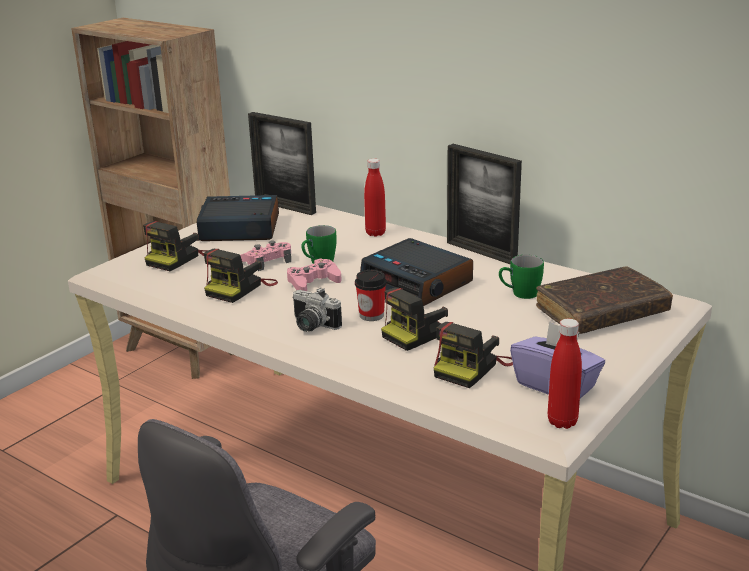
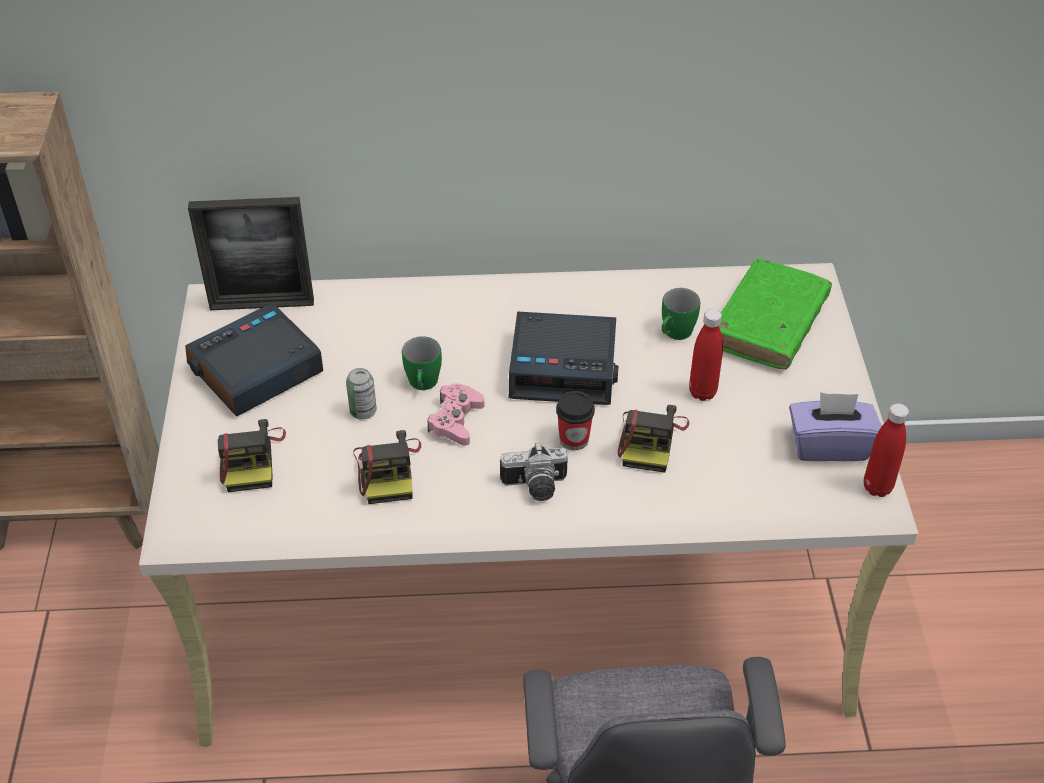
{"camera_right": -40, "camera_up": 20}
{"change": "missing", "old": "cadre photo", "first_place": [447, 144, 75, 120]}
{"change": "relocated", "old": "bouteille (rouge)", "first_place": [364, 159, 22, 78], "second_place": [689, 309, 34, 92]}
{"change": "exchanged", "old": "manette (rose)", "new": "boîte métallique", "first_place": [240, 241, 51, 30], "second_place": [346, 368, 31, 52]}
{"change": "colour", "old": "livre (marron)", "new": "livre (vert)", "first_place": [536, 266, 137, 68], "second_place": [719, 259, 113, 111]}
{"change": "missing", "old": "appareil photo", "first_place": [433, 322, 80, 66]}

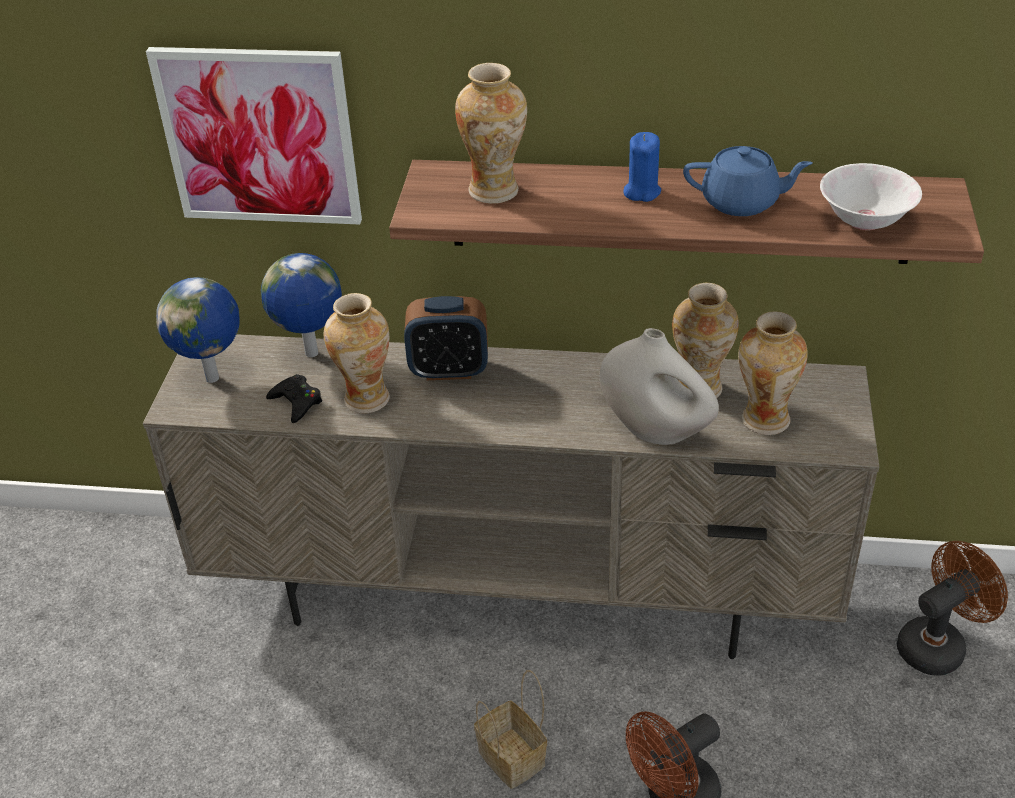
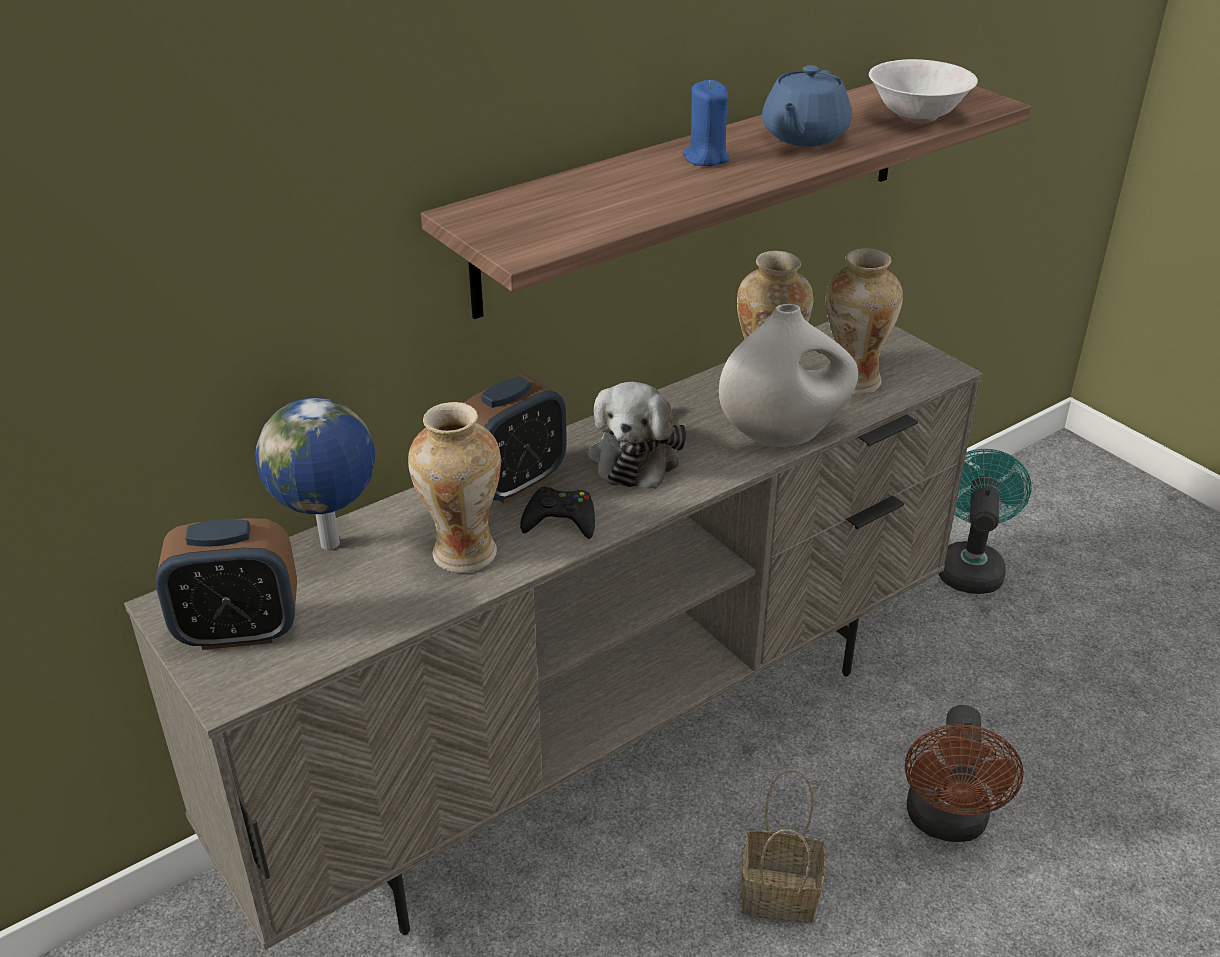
{"camera_right": -45, "camera_up": -5}
{"change": "missing", "old": "tableau", "first_place": [146, 47, 216, 178]}
{"change": "missing", "old": "vase", "first_place": [455, 63, 72, 141]}
{"change": "spun", "old": "théière (bleu)", "first_place": [683, 146, 129, 70], "second_place": [762, 65, 90, 81], "degrees": 150}
{"change": "exchanged", "old": "globe", "new": "réveil", "first_place": [156, 277, 84, 106], "second_place": [155, 518, 142, 132]}
{"change": "relocated", "old": "manette (noir)", "first_place": [266, 374, 56, 49], "second_place": [520, 486, 75, 53]}
{"change": "colour", "old": "ventilateur (marron)", "new": "ventilateur (turquoise)", "first_place": [897, 541, 111, 134], "second_place": [939, 449, 93, 145]}
{"change": "appeared", "new": "peluche", "second_place": [588, 382, 99, 107]}

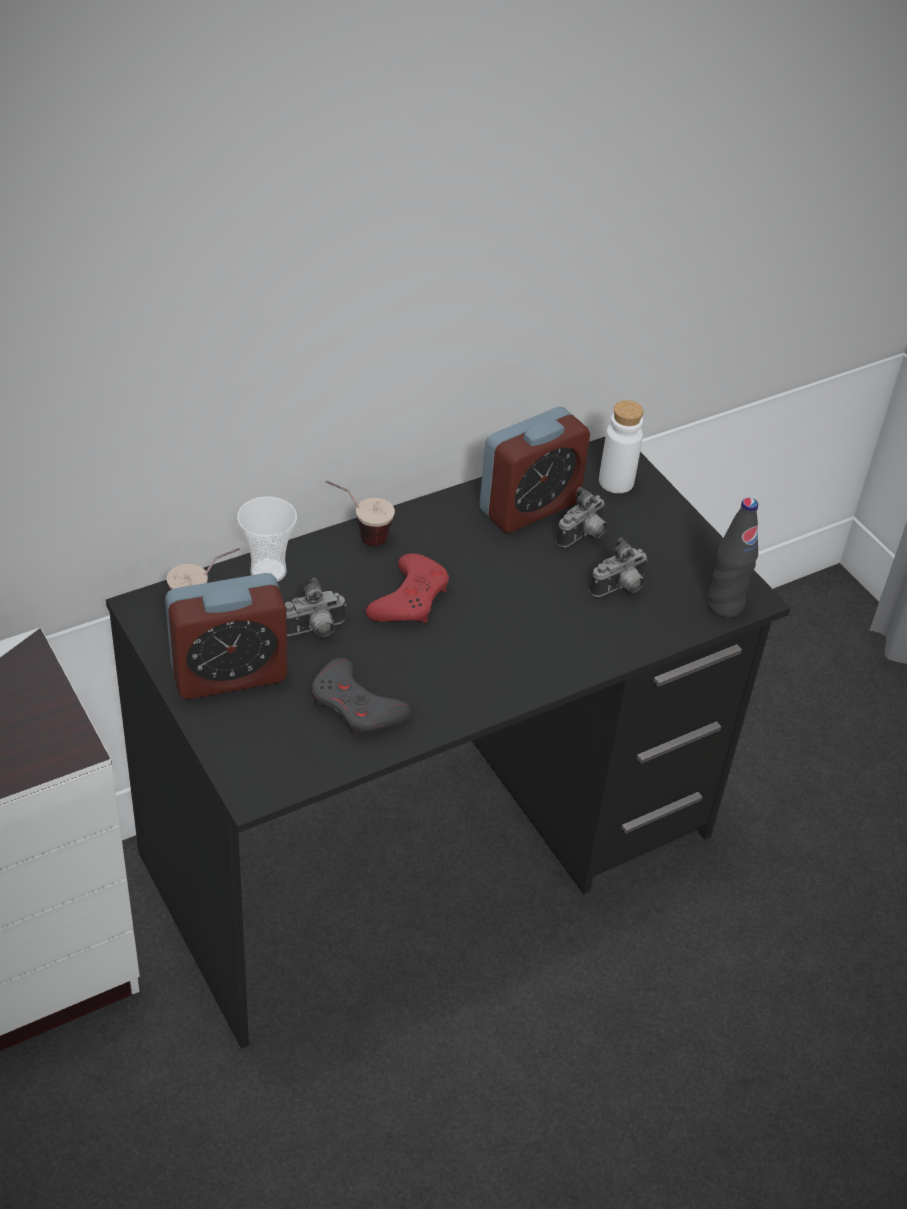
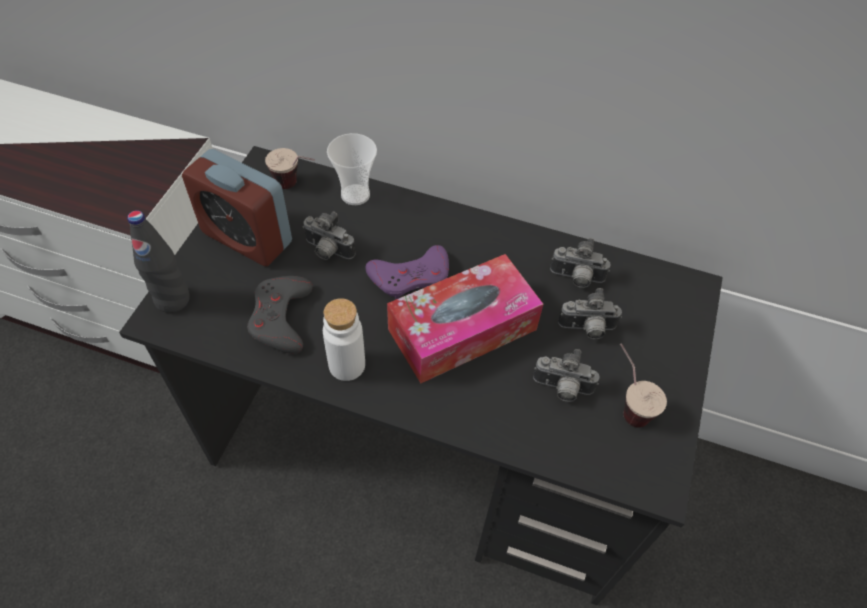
{"camera_right": 50, "camera_up": 10}
{"change": "relocated", "old": "bouteille (blanc)", "first_place": [599, 400, 45, 93], "second_place": [323, 298, 42, 83]}
{"change": "exchanged", "old": "réveil", "new": "appareil photo", "first_place": [479, 407, 111, 126], "second_place": [550, 238, 61, 50]}
{"change": "relocated", "old": "tasse", "first_place": [326, 480, 69, 67], "second_place": [620, 343, 47, 85]}
{"change": "relocated", "old": "bouteille (noir)", "first_place": [707, 498, 51, 120], "second_place": [127, 210, 63, 103]}
{"change": "colour", "old": "manette (rouge)", "new": "manette (violet)", "first_place": [366, 553, 83, 70], "second_place": [366, 245, 83, 54]}
{"change": "appeared", "new": "boîte à mouchoirs", "second_place": [387, 254, 156, 129]}

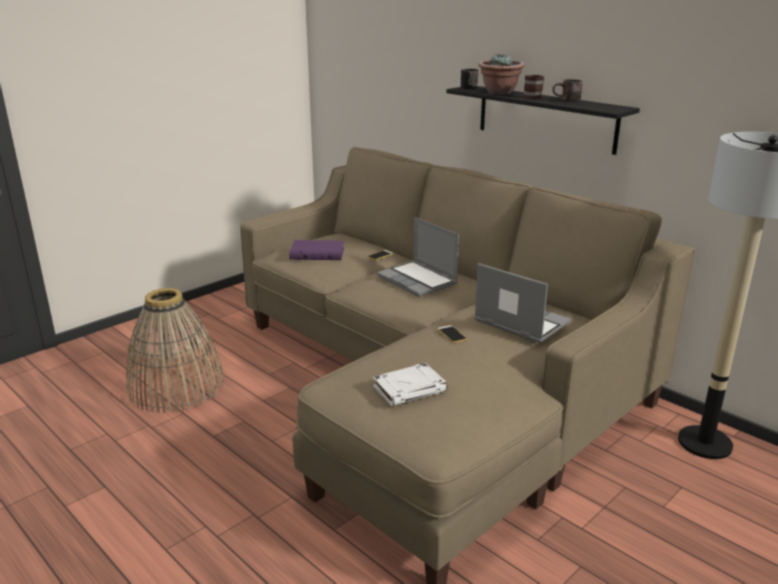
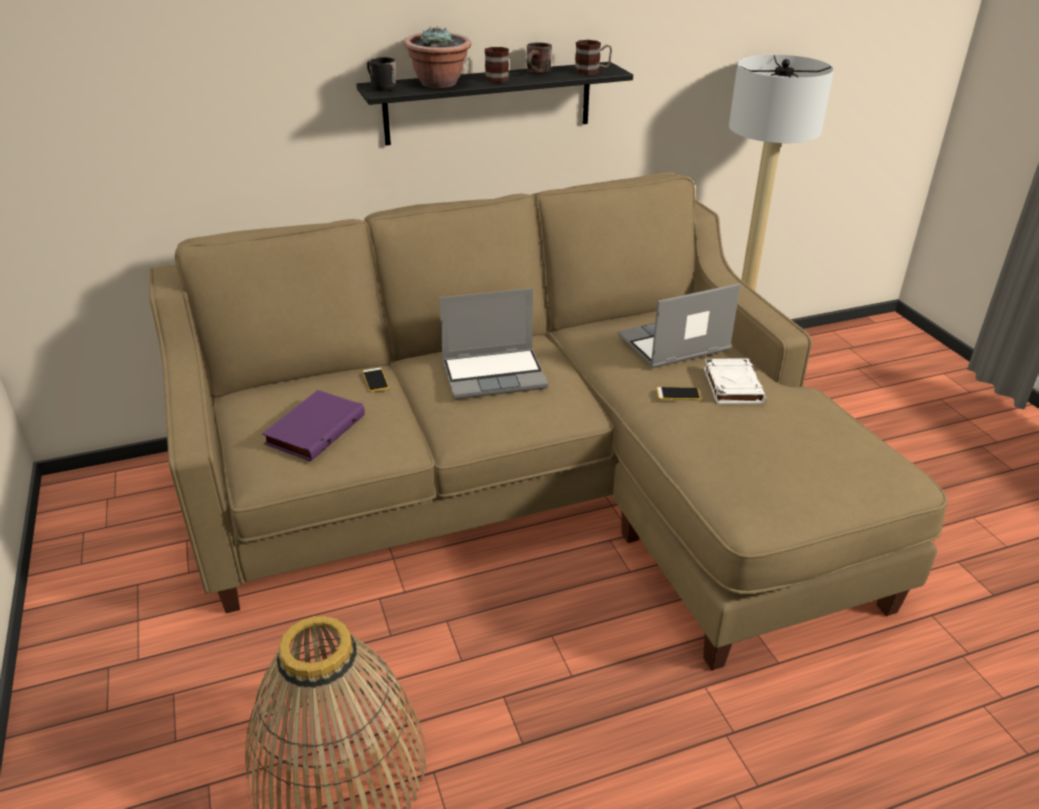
{"camera_right": -65, "camera_up": 10}
{"change": "relocated", "old": "livre (blanc)", "first_place": [373, 363, 74, 43], "second_place": [704, 358, 62, 46]}
{"change": "appeared", "new": "mug", "second_place": [575, 40, 37, 35]}

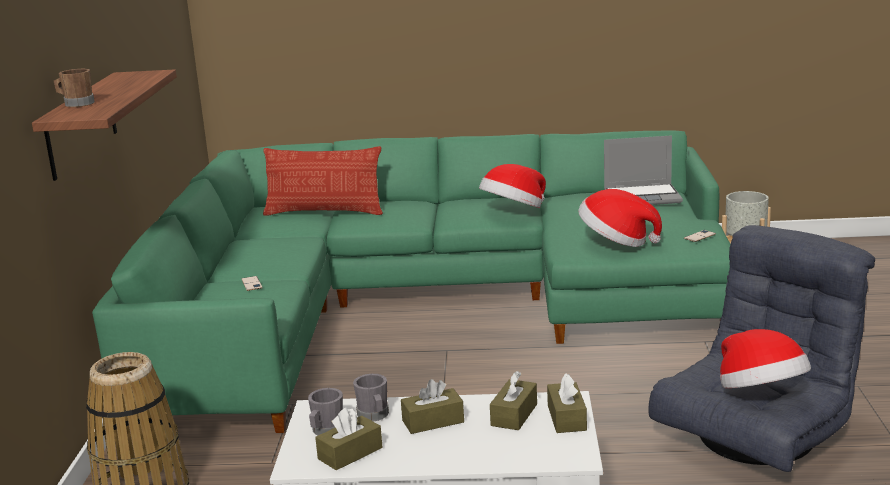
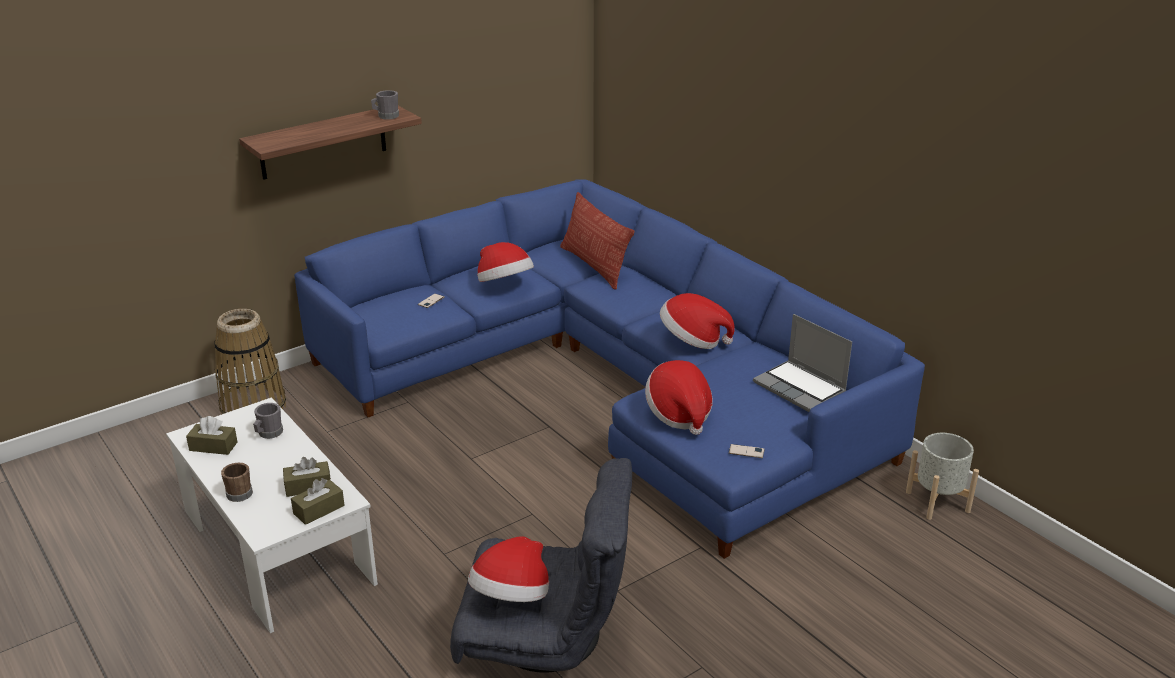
{"camera_right": 50, "camera_up": 10}
{"change": "relocated", "old": "mug (marron)", "first_place": [54, 69, 41, 38], "second_place": [221, 463, 32, 39]}
{"change": "colour", "old": "canapé (vert)", "new": "canapé (bleu)", "first_place": [92, 131, 638, 302], "second_place": [294, 180, 631, 379]}
{"change": "missing", "old": "boîte à mouchoirs (marron)", "first_place": [401, 379, 63, 55]}
{"change": "relocated", "old": "mug (gris)", "first_place": [308, 388, 35, 47], "second_place": [371, 90, 28, 30]}
{"change": "appeared", "new": "chapeau", "second_place": [477, 242, 57, 40]}

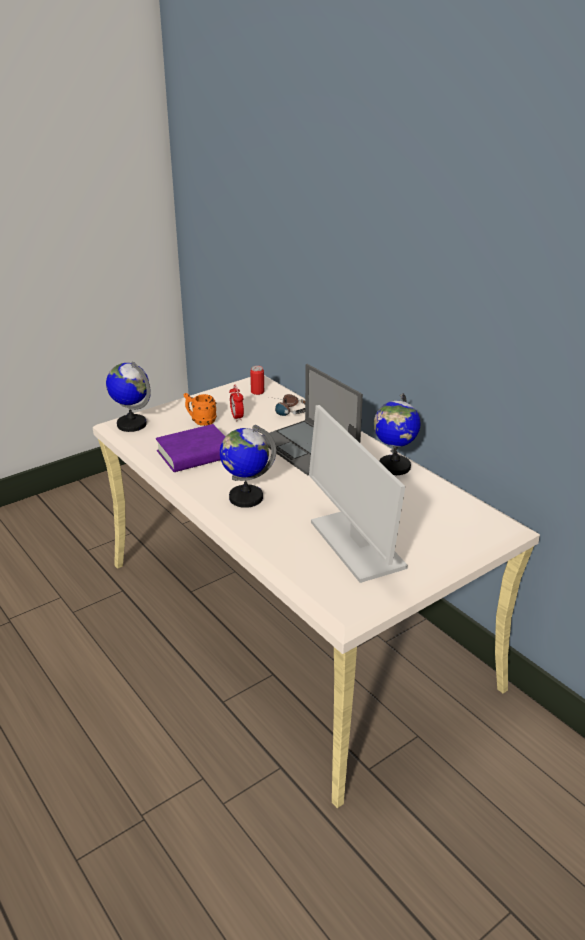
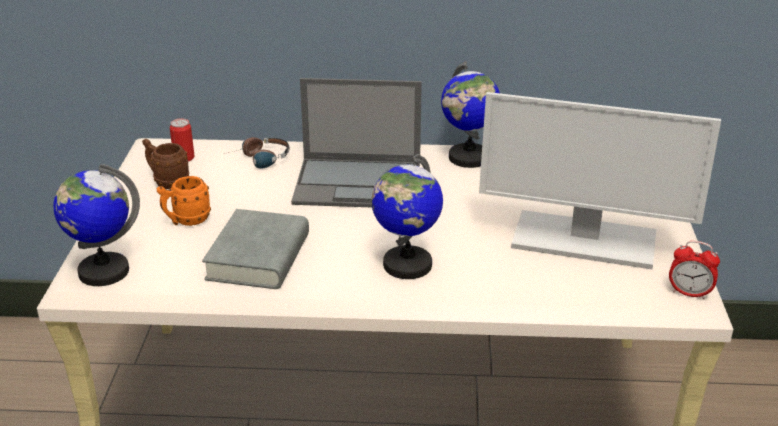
{"camera_right": -50, "camera_up": 0}
{"change": "relocated", "old": "réveil", "first_place": [229, 385, 15, 36], "second_place": [669, 241, 51, 58]}
{"change": "colour", "old": "livre (violet)", "new": "livre (gris)", "first_place": [156, 424, 69, 48], "second_place": [202, 209, 107, 80]}
{"change": "appeared", "new": "mug (marron)", "second_place": [142, 139, 47, 50]}

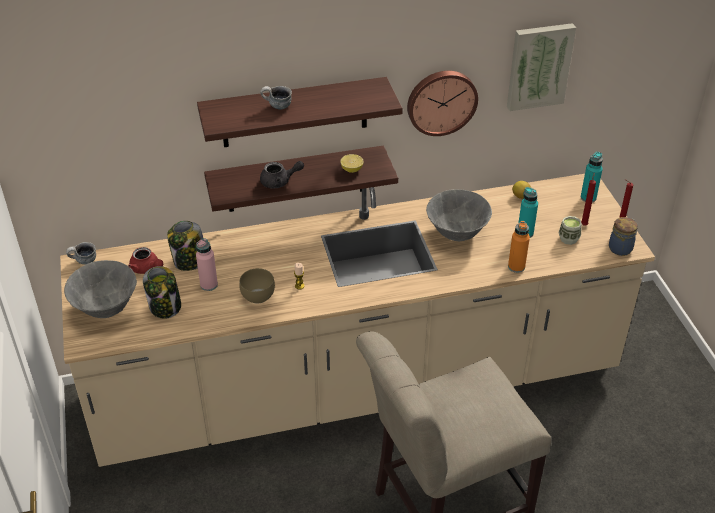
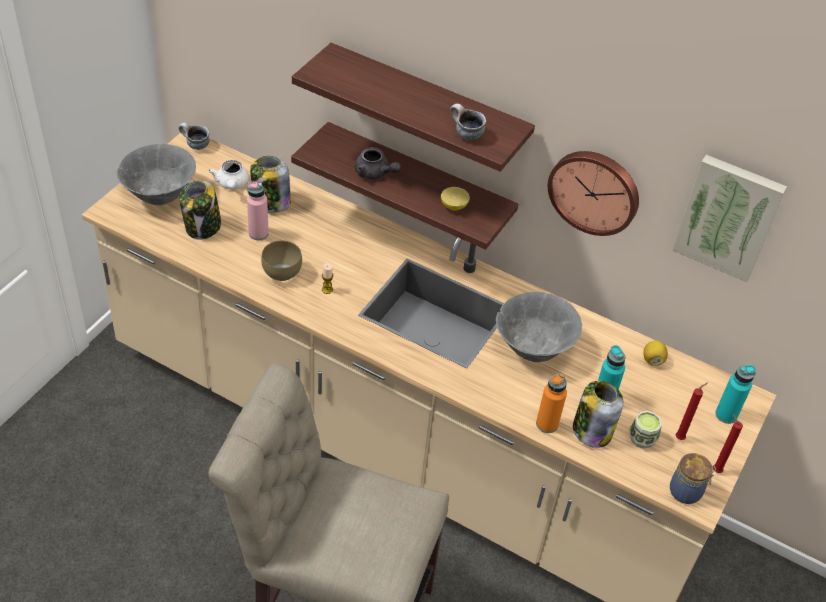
{"camera_right": 40, "camera_up": 5}
{"change": "relocated", "old": "mug", "first_place": [260, 86, 32, 24], "second_place": [450, 104, 36, 36]}
{"change": "colour", "old": "théière (rouge)", "new": "théière (blanc)", "first_place": [128, 247, 35, 27], "second_place": [209, 160, 40, 29]}
{"change": "appeared", "new": "bocal", "second_place": [573, 381, 51, 67]}

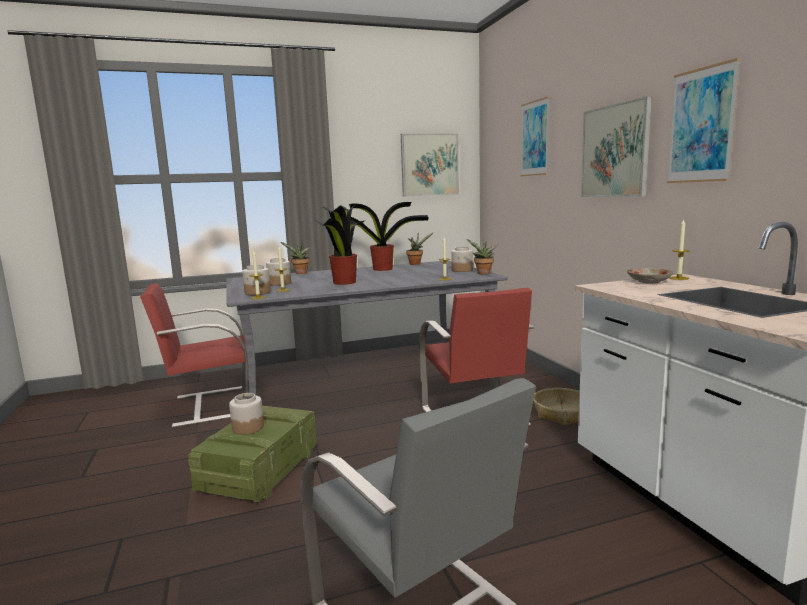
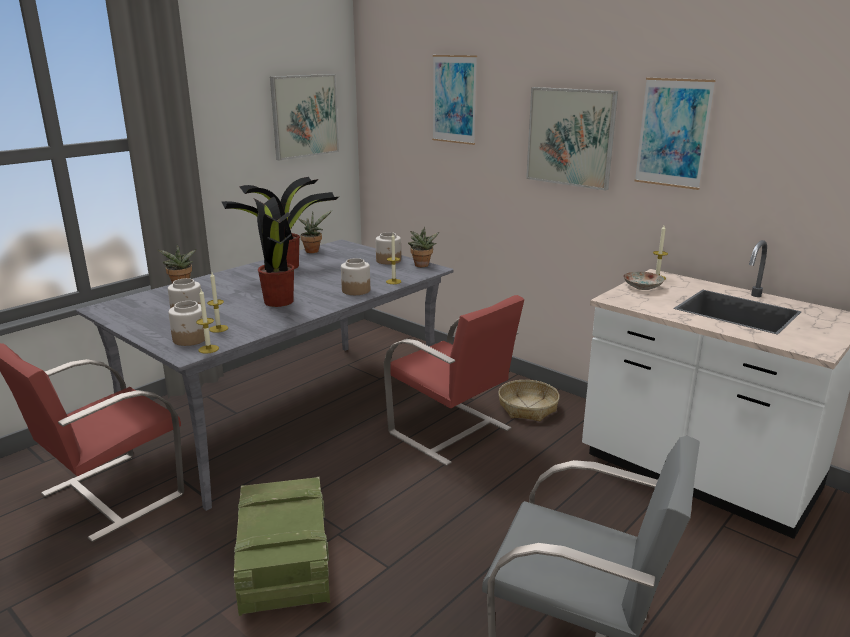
{"camera_right": -30, "camera_up": 10}
{"change": "relocated", "old": "bocal", "first_place": [229, 393, 35, 42], "second_place": [341, 258, 29, 37]}

